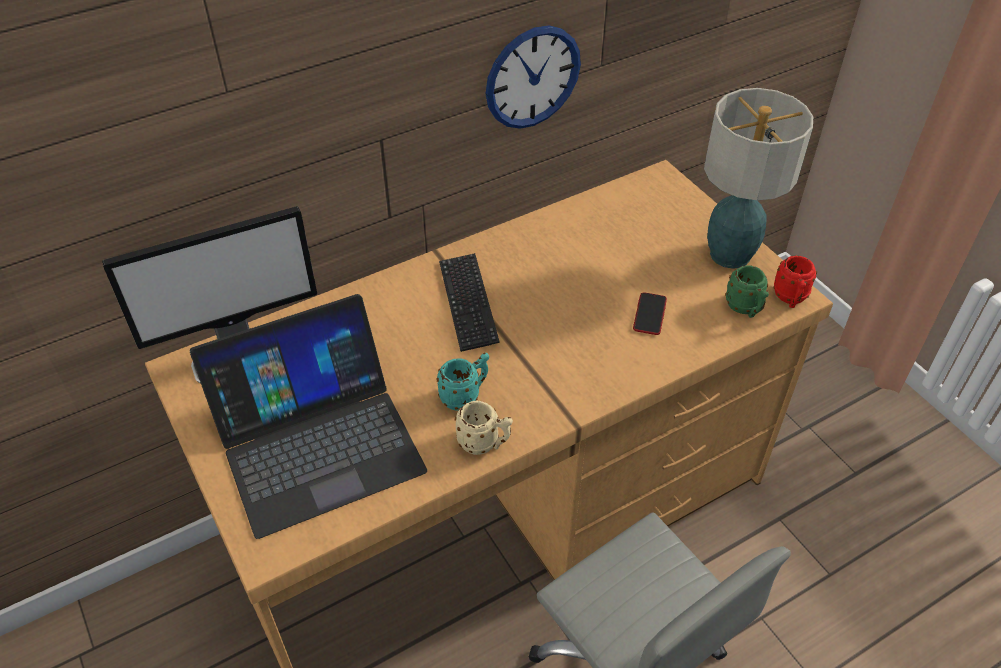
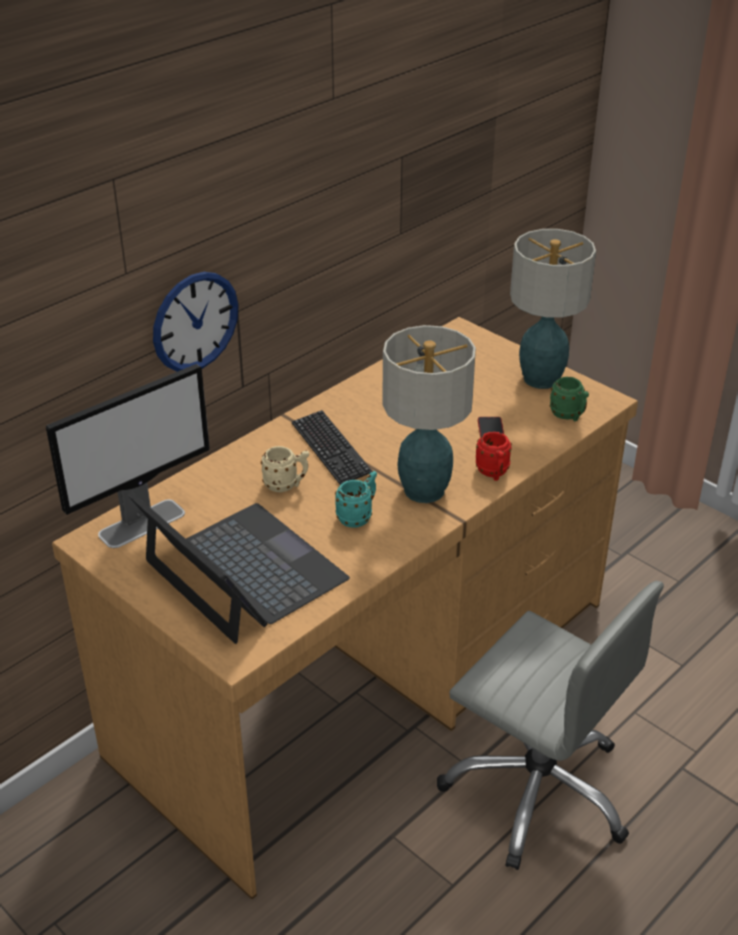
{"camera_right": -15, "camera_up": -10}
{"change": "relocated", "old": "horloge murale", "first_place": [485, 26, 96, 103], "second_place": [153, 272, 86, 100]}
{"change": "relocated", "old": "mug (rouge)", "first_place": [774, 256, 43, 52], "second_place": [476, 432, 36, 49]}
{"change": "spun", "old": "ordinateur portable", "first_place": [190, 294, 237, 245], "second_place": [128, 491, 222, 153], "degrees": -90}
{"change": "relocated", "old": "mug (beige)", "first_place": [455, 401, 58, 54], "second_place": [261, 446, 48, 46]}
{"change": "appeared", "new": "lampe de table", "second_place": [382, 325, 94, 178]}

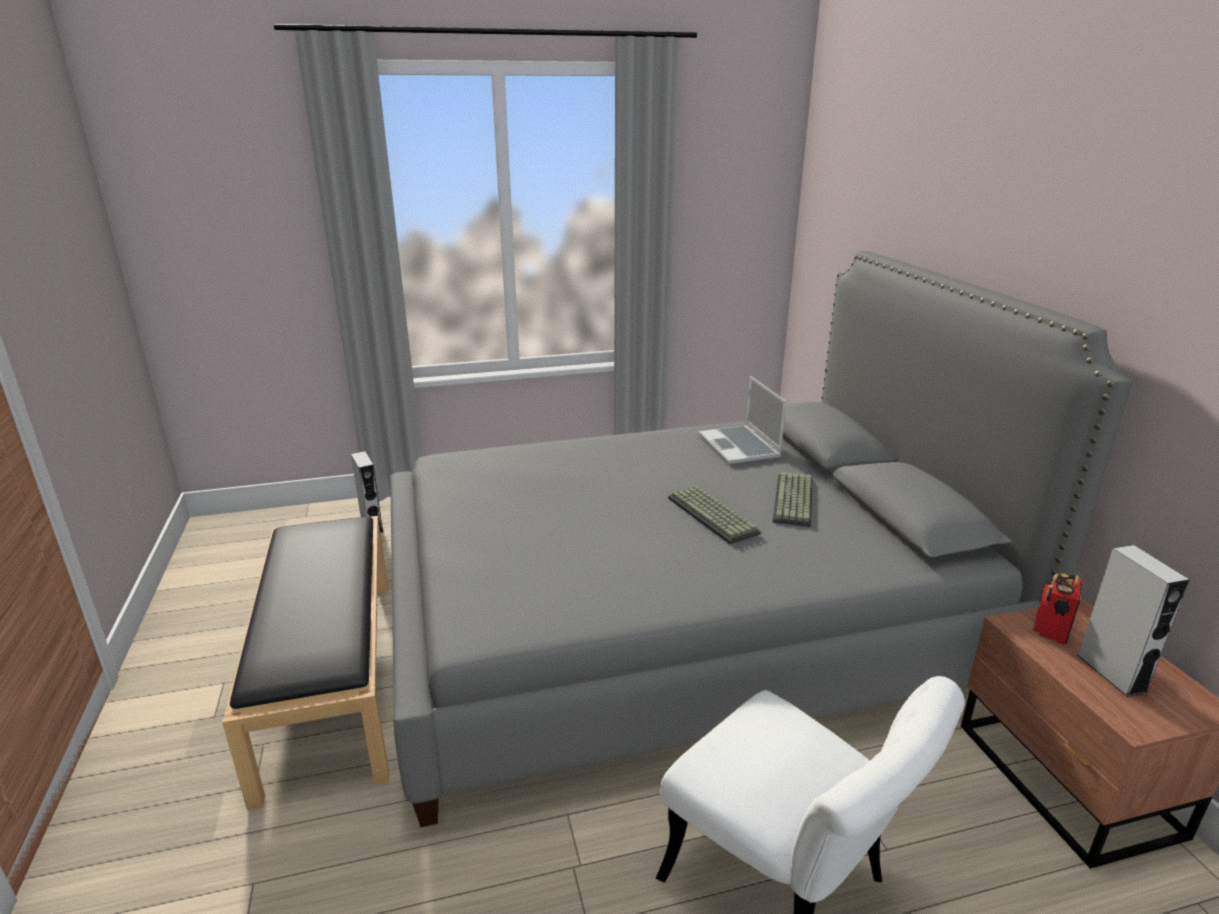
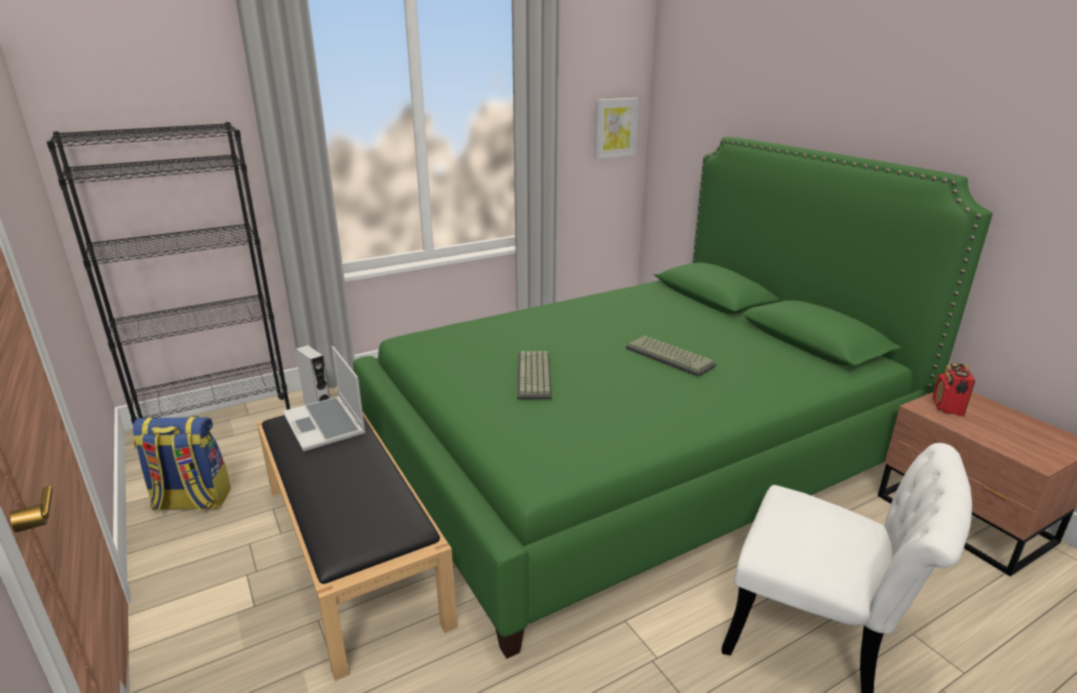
{"camera_right": -15, "camera_up": 0}
{"change": "colour", "old": "lit (gris)", "new": "lit (vert)", "first_place": [390, 251, 743, 576], "second_place": [353, 137, 640, 522]}
{"change": "relocated", "old": "ordinateur portable", "first_place": [699, 376, 87, 88], "second_place": [283, 346, 83, 106]}
{"change": "relocated", "old": "clavier", "first_place": [773, 472, 39, 55], "second_place": [517, 351, 35, 48]}
{"change": "missing", "old": "enceinte (gris)", "first_place": [1077, 545, 113, 152]}
{"change": "appeared", "new": "tableau", "second_place": [594, 98, 45, 62]}
{"change": "appeared", "new": "bibliothèque (noir)", "second_place": [47, 122, 243, 302]}
{"change": "appeared", "new": "sac à dos", "second_place": [133, 416, 98, 96]}

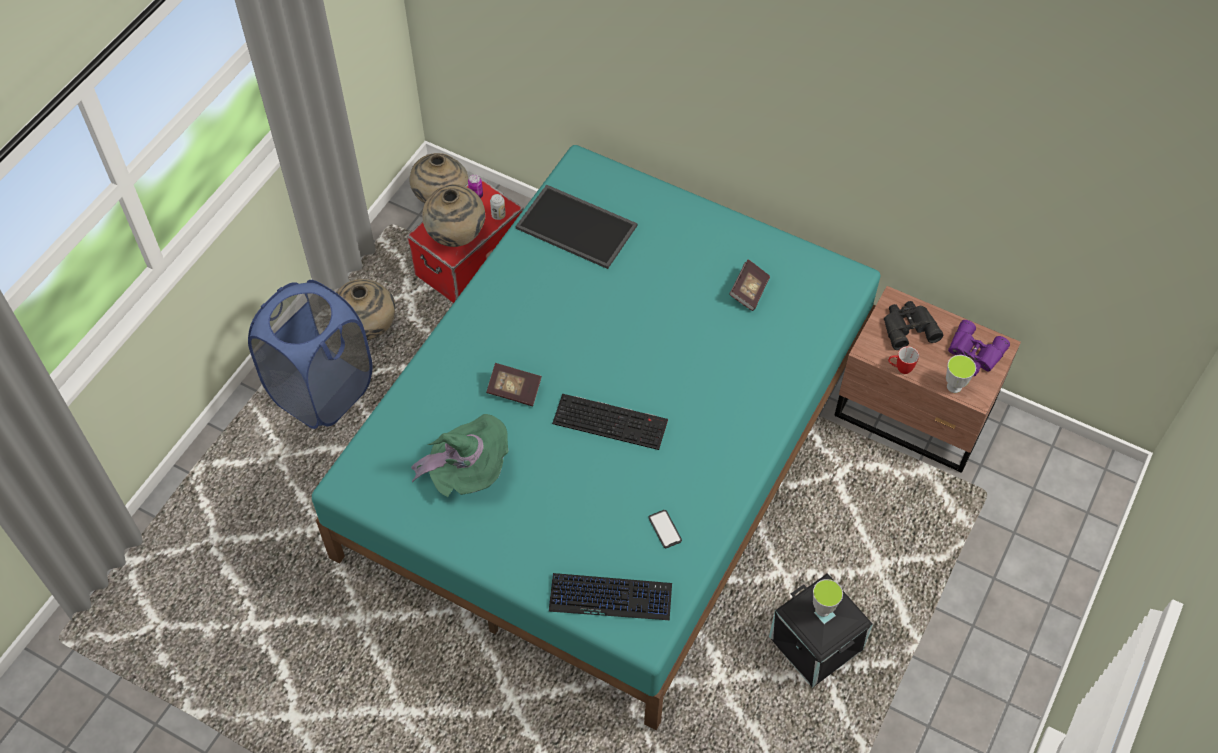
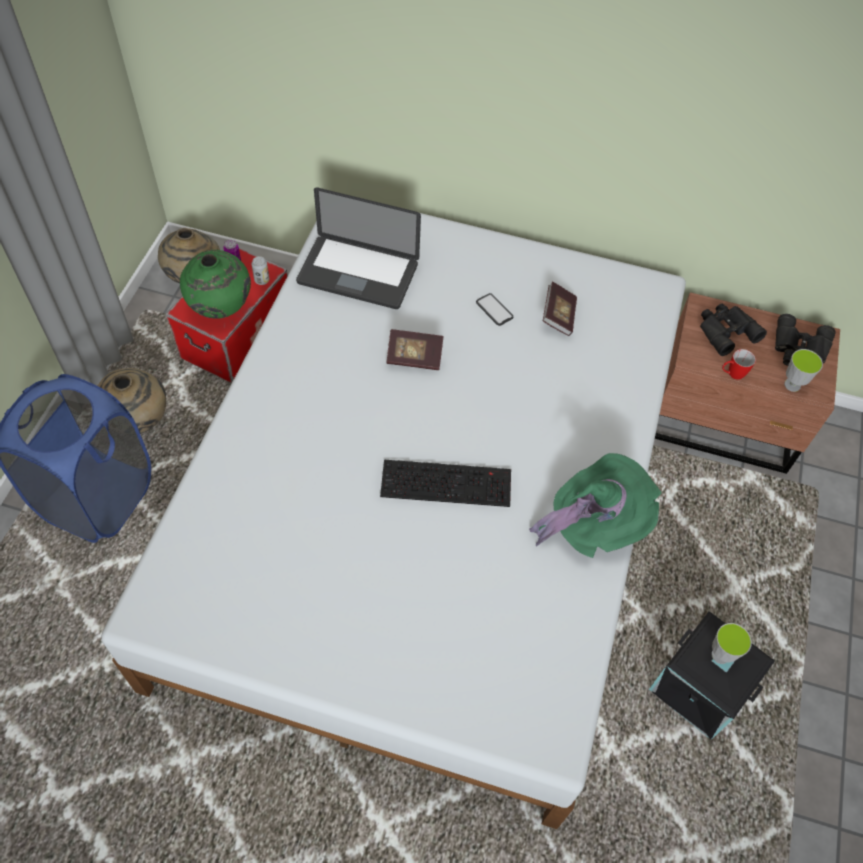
{"camera_right": -15, "camera_up": 0}
{"change": "colour", "old": "lit (turquoise)", "new": "lit (blanc)", "first_place": [312, 145, 569, 585], "second_place": [101, 213, 585, 616]}
{"change": "colour", "old": "vase (beige)", "new": "vase (vert)", "first_place": [422, 184, 63, 63], "second_place": [180, 250, 71, 69]}
{"change": "exchanged", "old": "plateau", "new": "ordinateur portable", "first_place": [516, 185, 122, 84], "second_place": [296, 187, 125, 122]}
{"change": "colour", "old": "jumelles (violet)", "new": "jumelles (noir)", "first_place": [948, 320, 62, 56], "second_place": [775, 314, 61, 52]}
{"change": "relocated", "old": "livre", "first_place": [486, 363, 56, 43], "second_place": [386, 329, 57, 41]}
{"change": "relocated", "old": "chapeau (vert)", "first_place": [411, 414, 98, 83], "second_place": [529, 453, 133, 105]}
{"change": "relocated", "old": "téléphone", "first_place": [649, 510, 33, 38], "second_place": [476, 293, 37, 33]}
{"change": "missing", "old": "clavier", "first_place": [549, 573, 123, 47]}

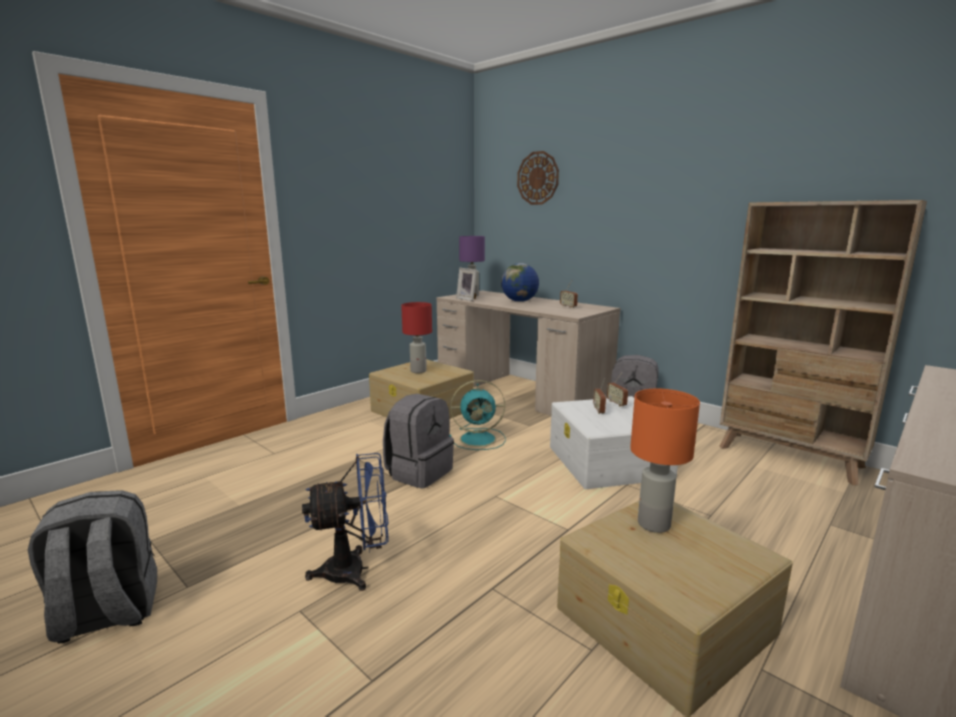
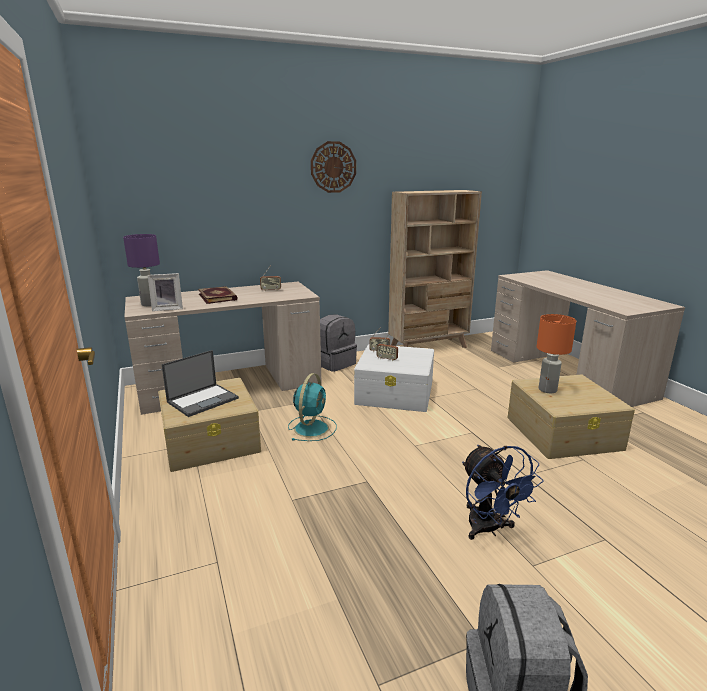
{"camera_right": -65, "camera_up": 5}
{"change": "relocated", "old": "horloge murale", "first_place": [517, 151, 42, 54], "second_place": [311, 141, 45, 52]}
{"change": "exchanged", "old": "globe", "new": "livre", "first_place": [501, 263, 38, 39], "second_place": [198, 286, 39, 18]}
{"change": "exchanged", "old": "lampe de table (rouge)", "new": "ordinateur portable", "first_place": [401, 302, 31, 71], "second_place": [161, 350, 78, 67]}
{"change": "missing", "old": "sac à dos (gris)", "first_place": [383, 394, 71, 94]}
{"change": "spun", "old": "ventilateur (bleu)", "first_place": [302, 453, 87, 138], "second_place": [462, 445, 82, 95], "degrees": 150}

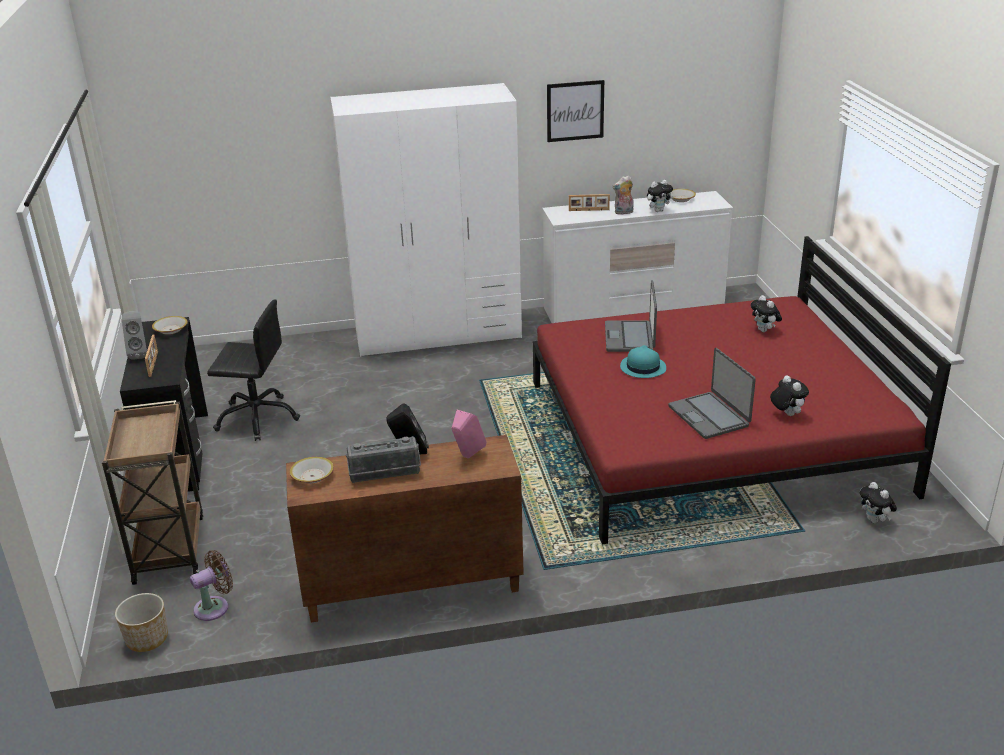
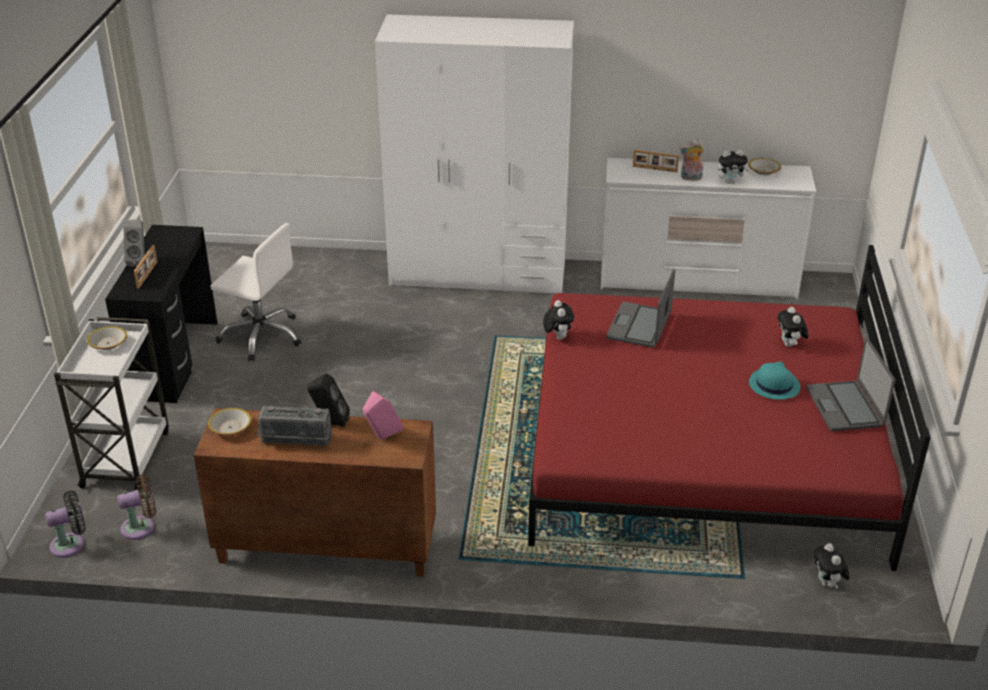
{"camera_right": 15, "camera_up": 5}
{"change": "missing", "old": "tableau", "first_place": [547, 80, 57, 62]}
{"change": "colour", "old": "chaise de bureau (noir)", "new": "chaise de bureau (blanc)", "first_place": [207, 299, 93, 142], "second_place": [210, 223, 91, 138]}
{"change": "relocated", "old": "bol", "first_place": [152, 316, 36, 19], "second_place": [87, 326, 40, 24]}
{"change": "relocated", "old": "chapeau (turquoise)", "first_place": [620, 345, 46, 33], "second_place": [749, 362, 51, 38]}
{"change": "relocated", "old": "ordinateur portable", "first_place": [668, 348, 88, 91], "second_place": [807, 337, 88, 94]}
{"change": "relocated", "old": "peluche", "first_place": [770, 375, 39, 41], "second_place": [543, 300, 31, 40]}
{"change": "colour", "old": "chariot (marron)", "new": "chariot (blanc)", "first_place": [102, 400, 101, 185], "second_place": [54, 317, 115, 175]}
{"change": "exchanged", "old": "cache-pot", "new": "ventilateur (noir)", "first_place": [115, 593, 53, 59], "second_place": [45, 491, 41, 67]}

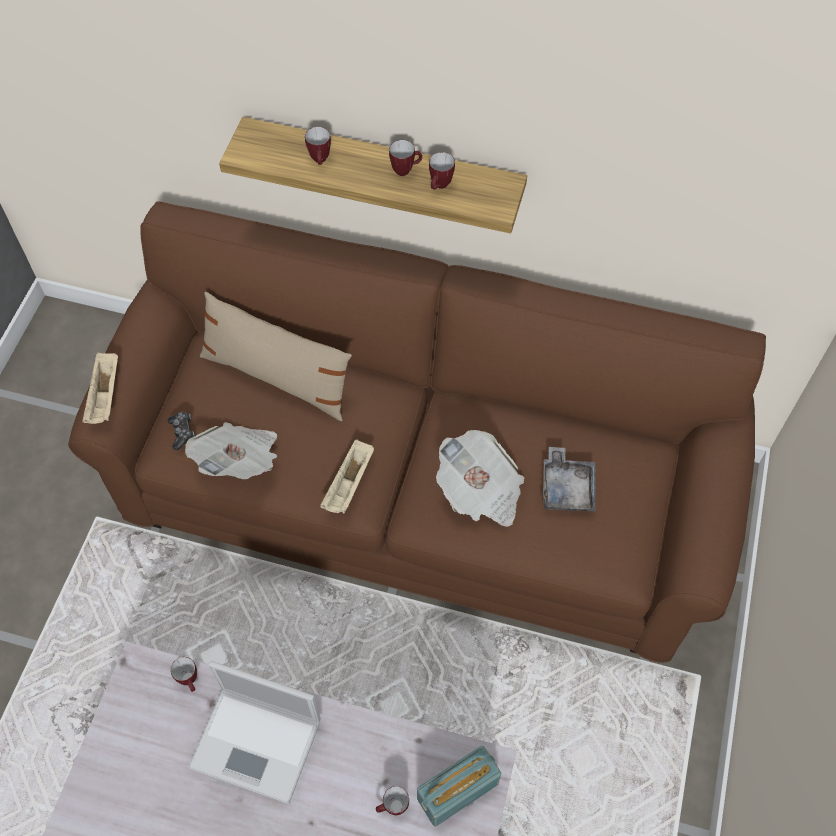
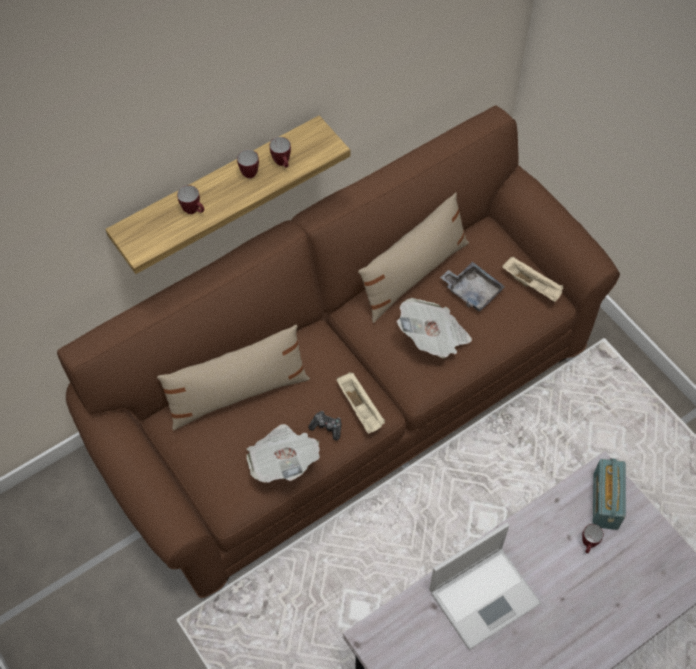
{"camera_right": -50, "camera_up": 0}
{"change": "relocated", "old": "plateau (beige)", "first_place": [82, 352, 36, 72], "second_place": [502, 257, 62, 45]}
{"change": "relocated", "old": "manette", "first_place": [168, 412, 27, 38], "second_place": [308, 411, 33, 30]}
{"change": "missing", "old": "mug", "first_place": [170, 657, 27, 35]}
{"change": "appeared", "new": "coussin (beige)", "second_place": [358, 193, 111, 130]}

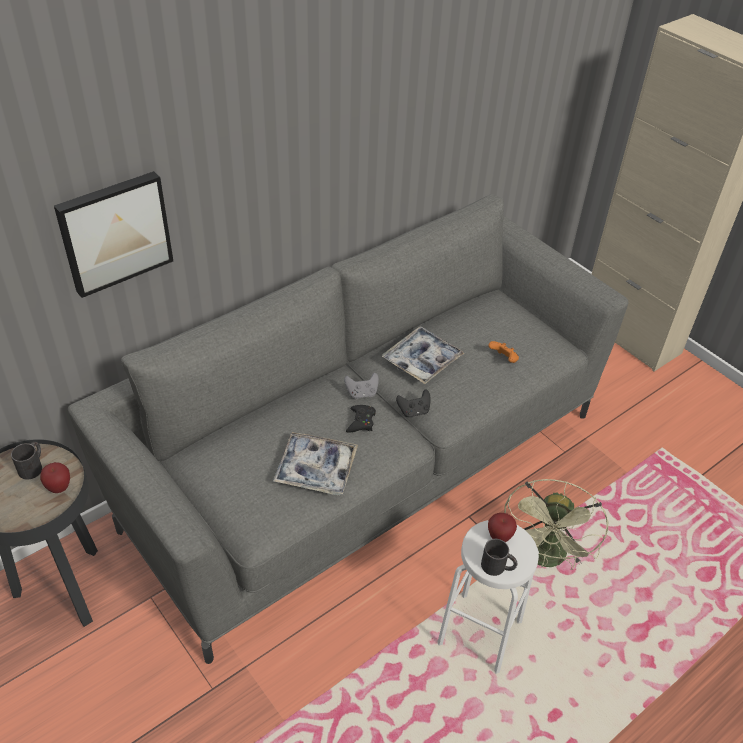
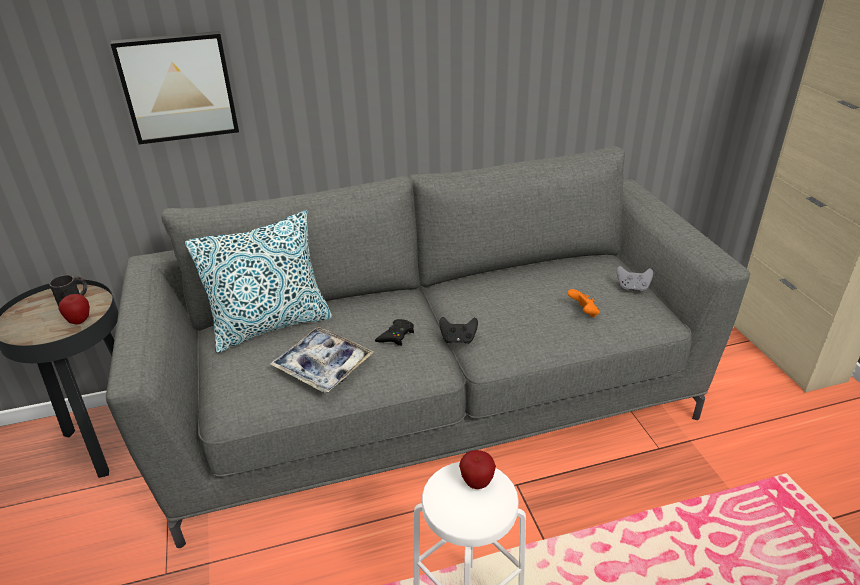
{"camera_right": 25, "camera_up": -10}
{"change": "missing", "old": "plateau", "first_place": [382, 326, 82, 58]}
{"change": "relocated", "old": "manette (gris)", "first_place": [344, 373, 35, 26], "second_place": [616, 266, 37, 26]}
{"change": "missing", "old": "ventilateur (vert)", "first_place": [504, 479, 105, 91]}
{"change": "missing", "old": "mug (noir)", "first_place": [481, 539, 36, 37]}
{"change": "appeared", "new": "coussin", "second_place": [185, 210, 147, 143]}

